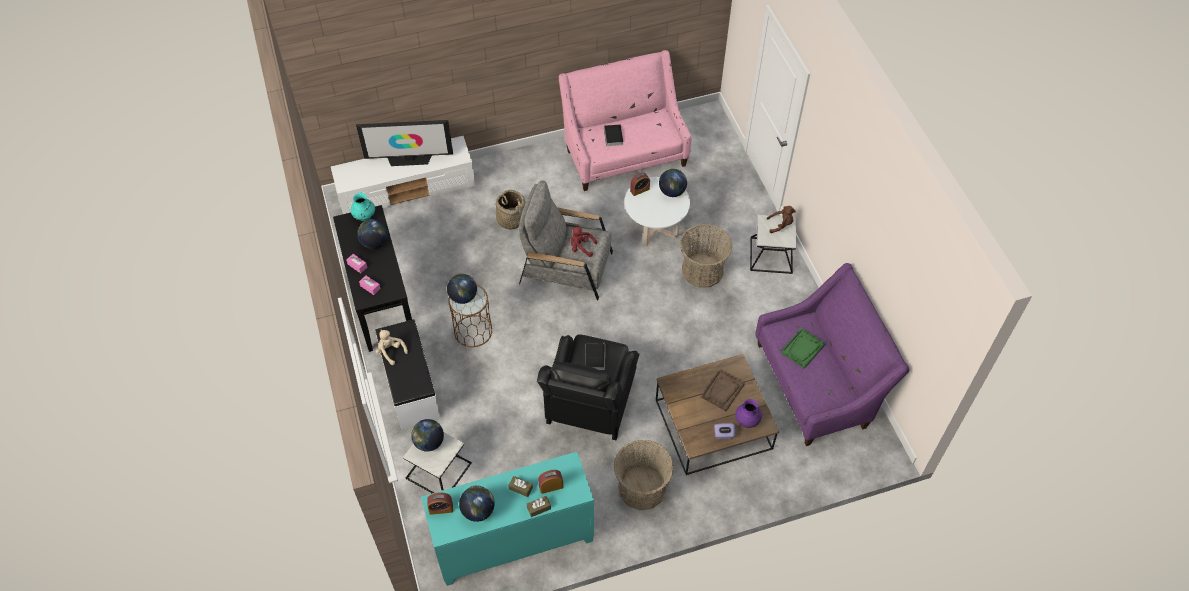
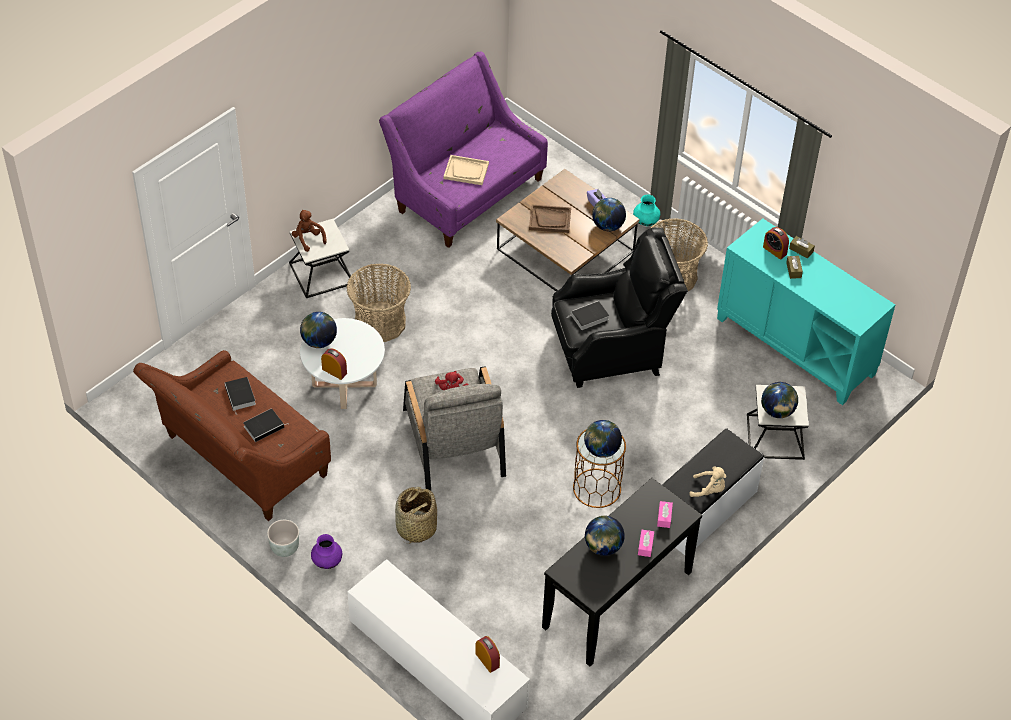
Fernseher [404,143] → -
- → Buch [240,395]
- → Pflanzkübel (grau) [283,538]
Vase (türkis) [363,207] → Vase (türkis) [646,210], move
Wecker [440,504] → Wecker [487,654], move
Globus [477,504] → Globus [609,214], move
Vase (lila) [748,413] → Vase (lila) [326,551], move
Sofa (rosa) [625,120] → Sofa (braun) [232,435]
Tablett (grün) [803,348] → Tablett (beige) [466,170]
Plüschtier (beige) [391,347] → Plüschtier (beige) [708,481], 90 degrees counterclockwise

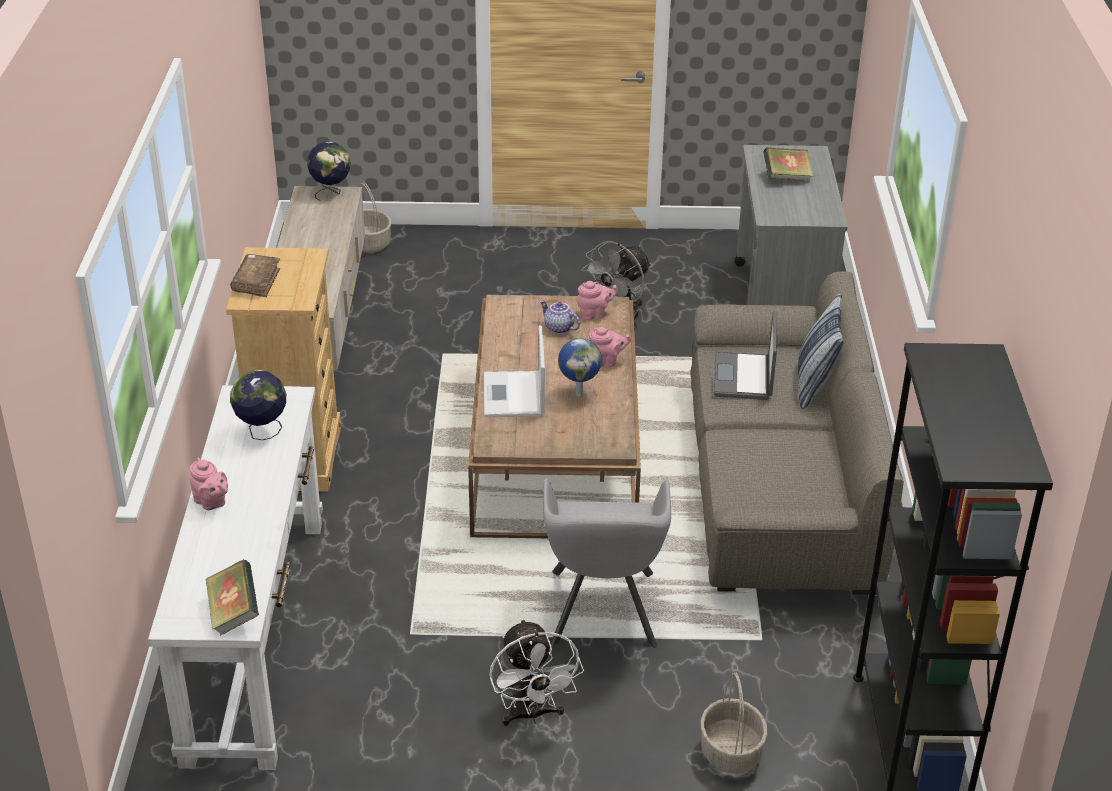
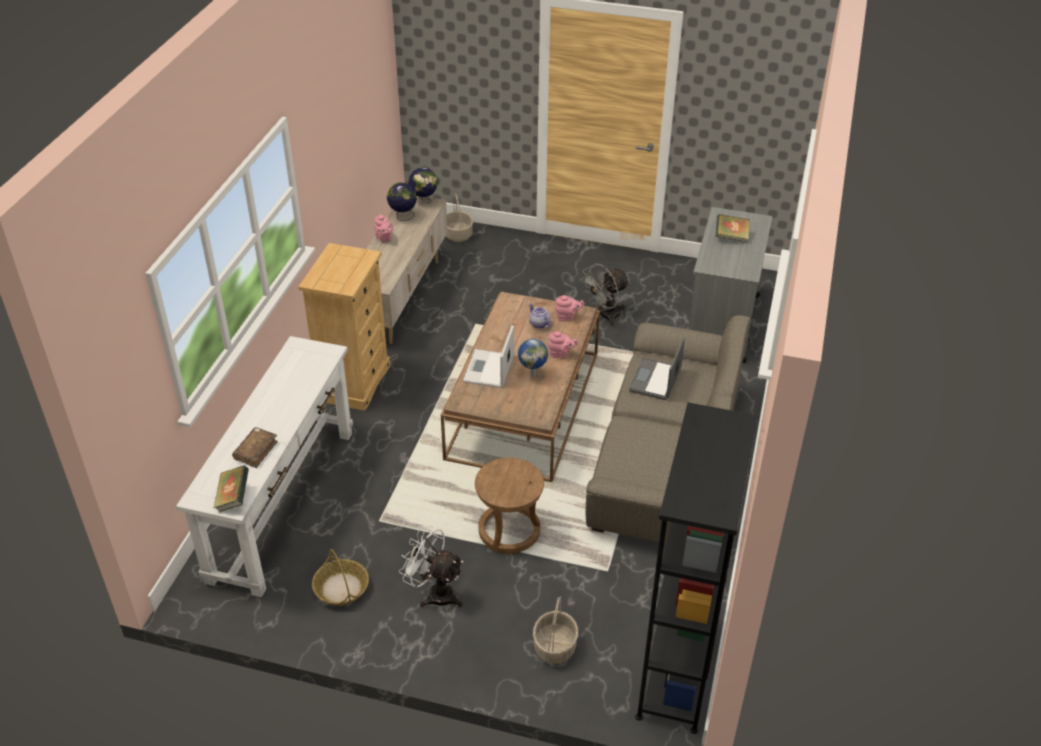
Kissen [821,350] → -
- → Korb [340,577]
Teekanne (rosa) [209,484] → Teekanne (rosa) [383,228], move
Buch (braun) [255,275] → Buch (braun) [255,447], move
Globus [258,405] → Globus [402,201], move
Sessel (grau) [607,563] → Hocker (braun) [509,505]
Ventilator (weiß) [536,672] → Ventilator (weiß) [431,566], 120 degrees clockwise

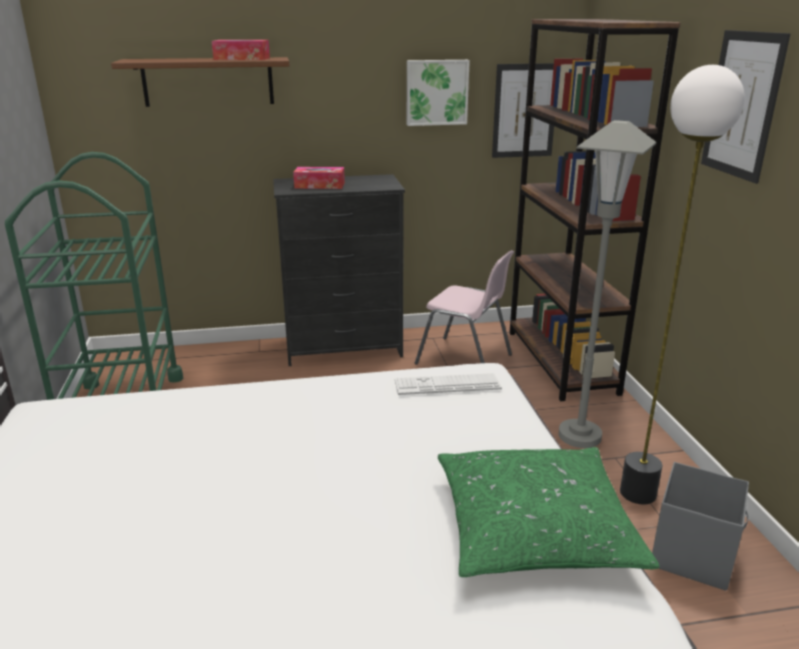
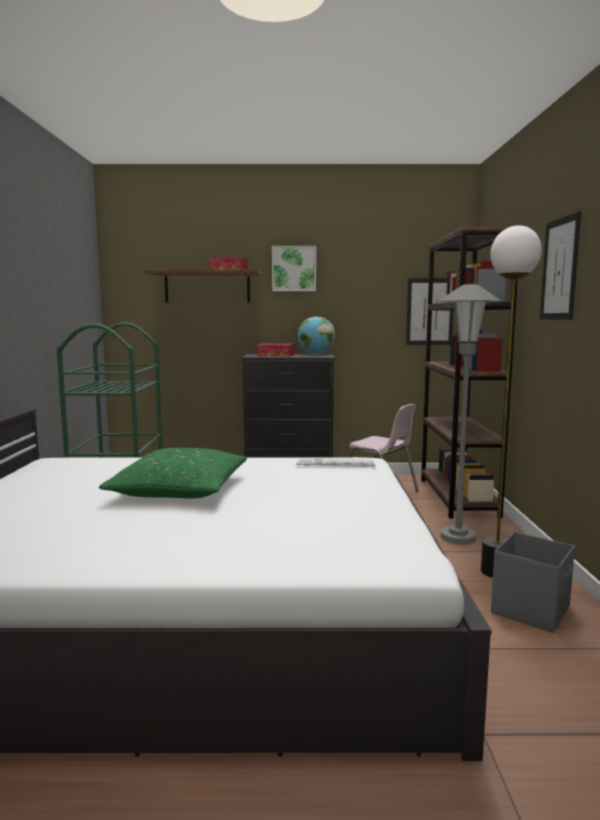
- → Globus [316,336]
Bild [438,93] → Bild [294,268], move
Kissen (grün) [549,512] → Kissen (grün) [173,473], move

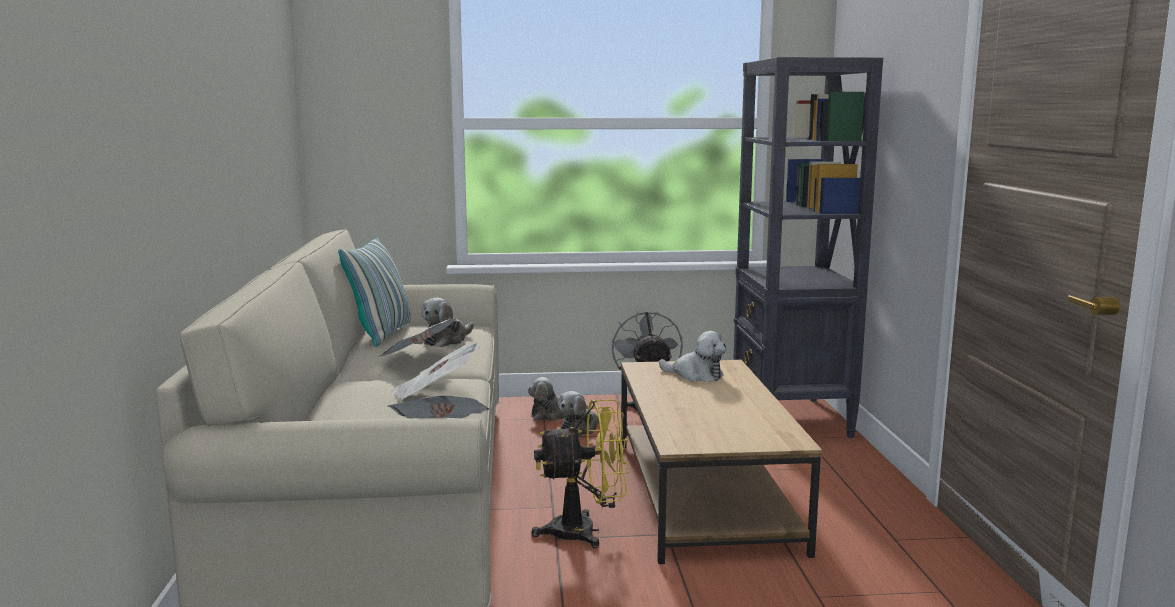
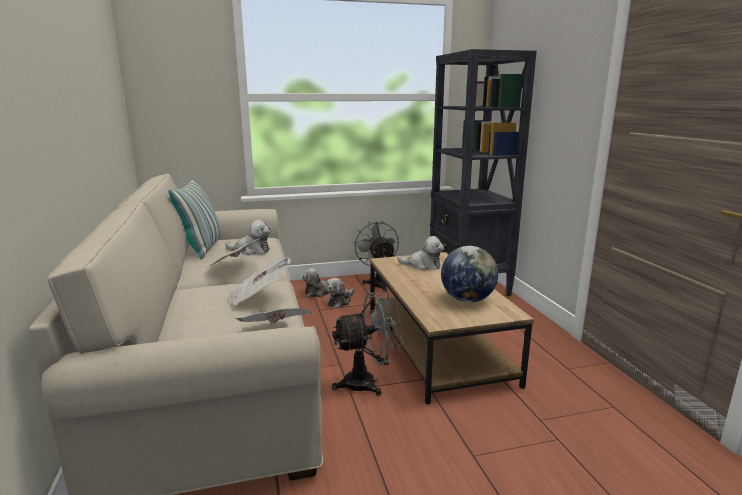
- → Globus [469,274]
Ventilator (gelb) [580,474] → Ventilator (grau) [368,343]
Plüschtier [447,322] → Plüschtier [248,237], 105 degrees counterclockwise

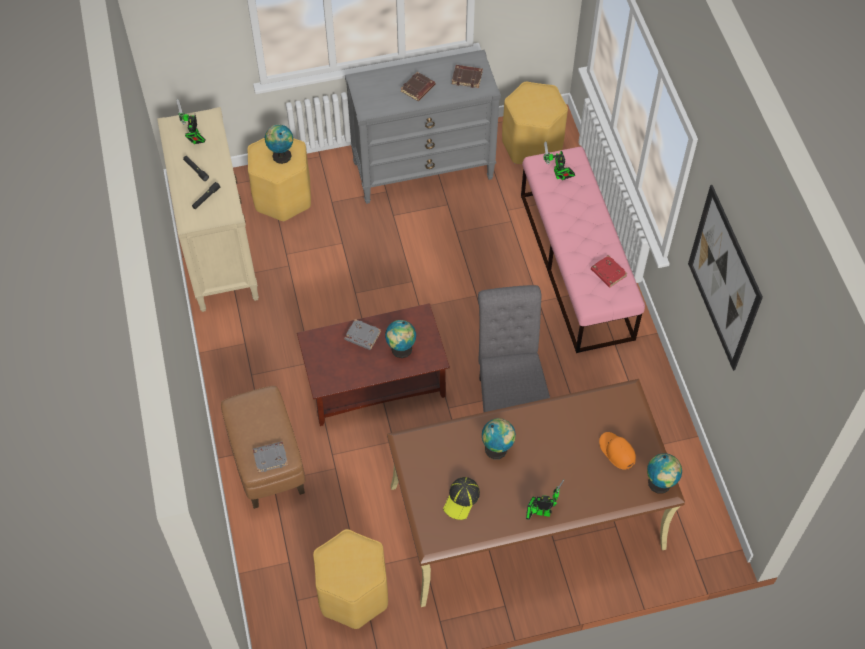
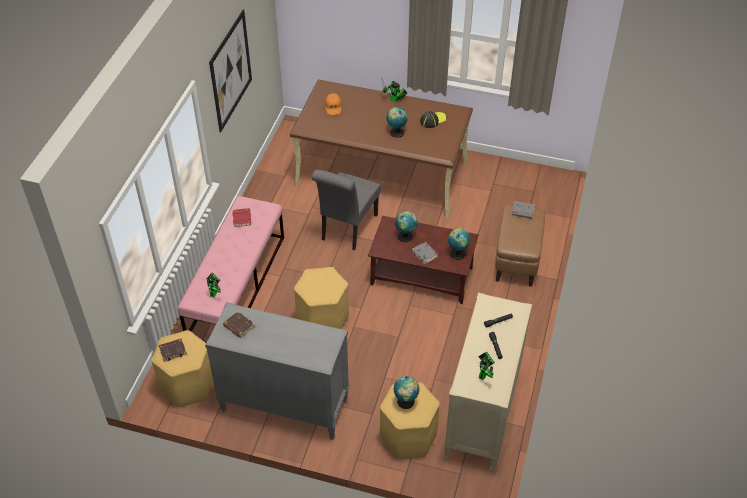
Hocker (gelb) [350,579] → Hocker (gelb) [321,298], move
Buch (braun) [417,86] → Buch (braun) [173,350], move
Globus [664,473] → Globus [459,244], move

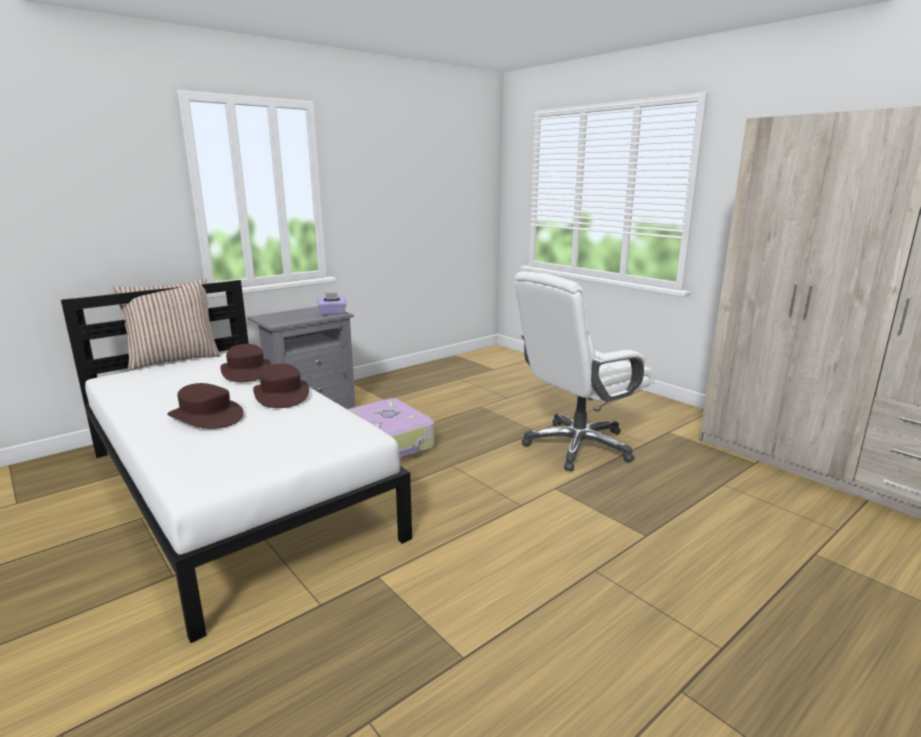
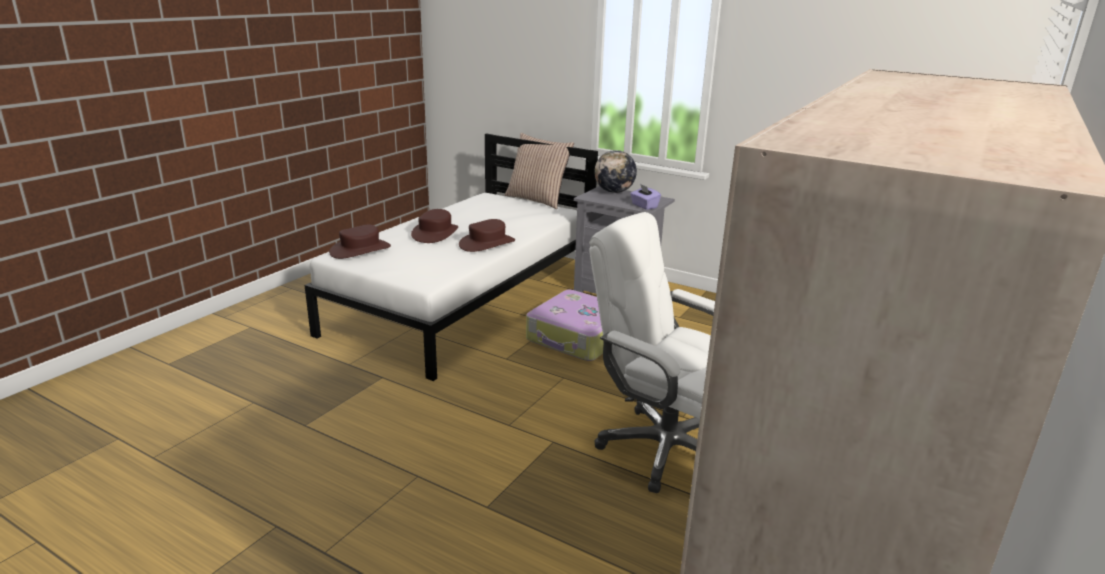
- → Globus [615,171]
Hut (braun) [246,363] → Hut (braun) [360,242], move

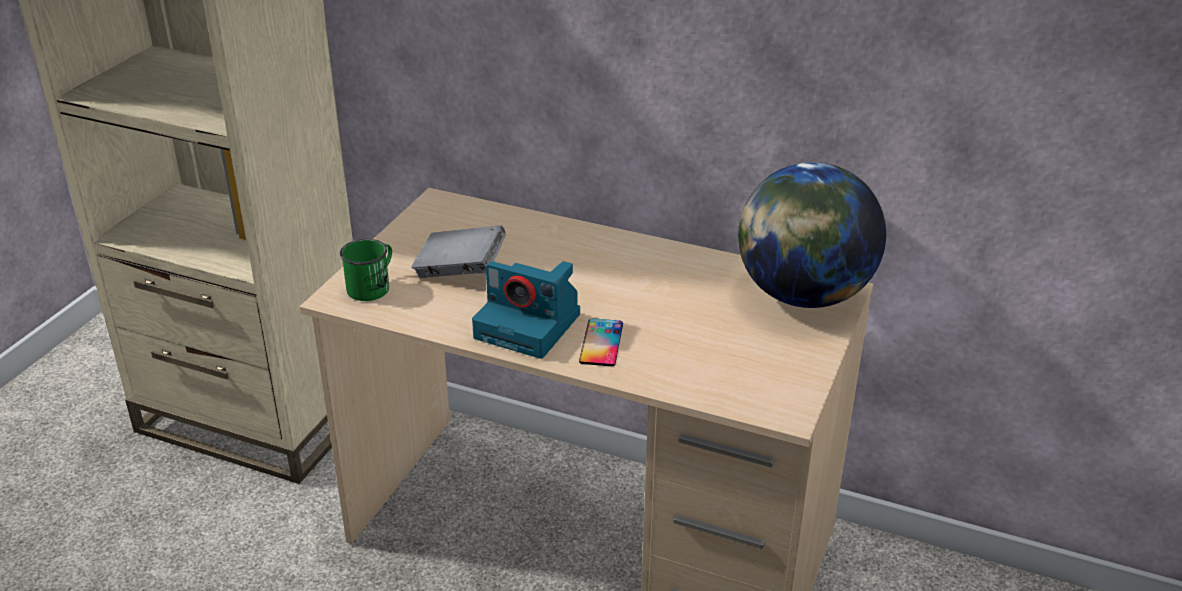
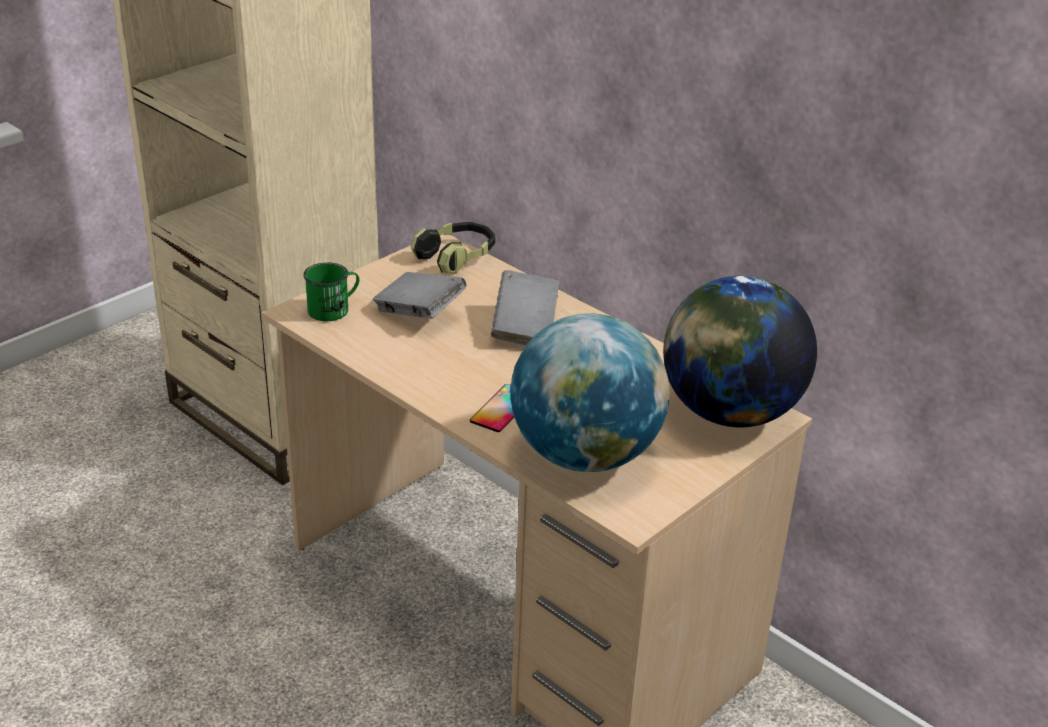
Kamera [526,310] → -
- → Kopfhörer [453,248]
- → Buch (grau) [525,307]
- → Globus [590,392]

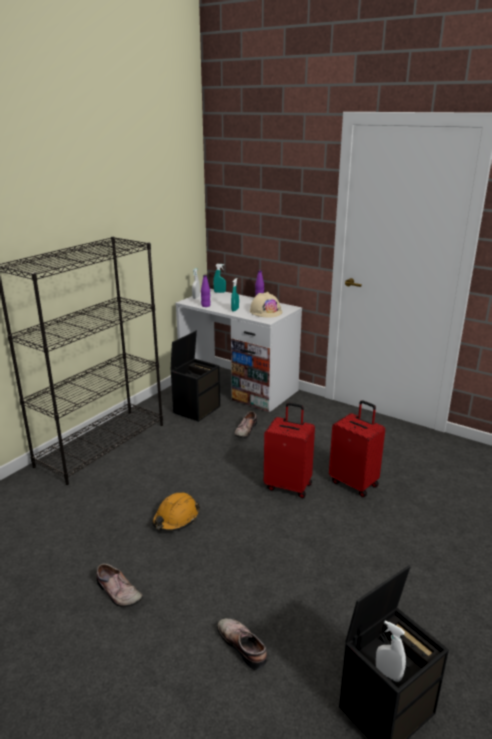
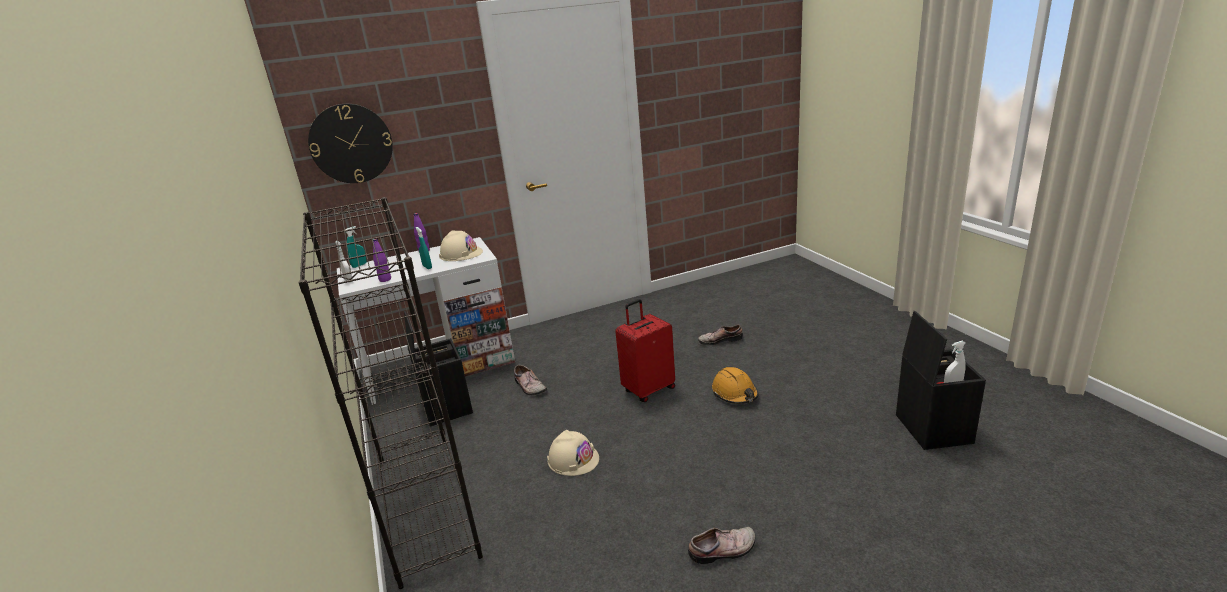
Koffer (rot) [357,448] → -
- → Wanduhr [350,143]
- → Schutzhelm (beige) [573,453]
Schutzhelm (orange) [176,511] → Schutzhelm (orange) [735,385], move
Schuh [242,644] → Schuh [720,334], move

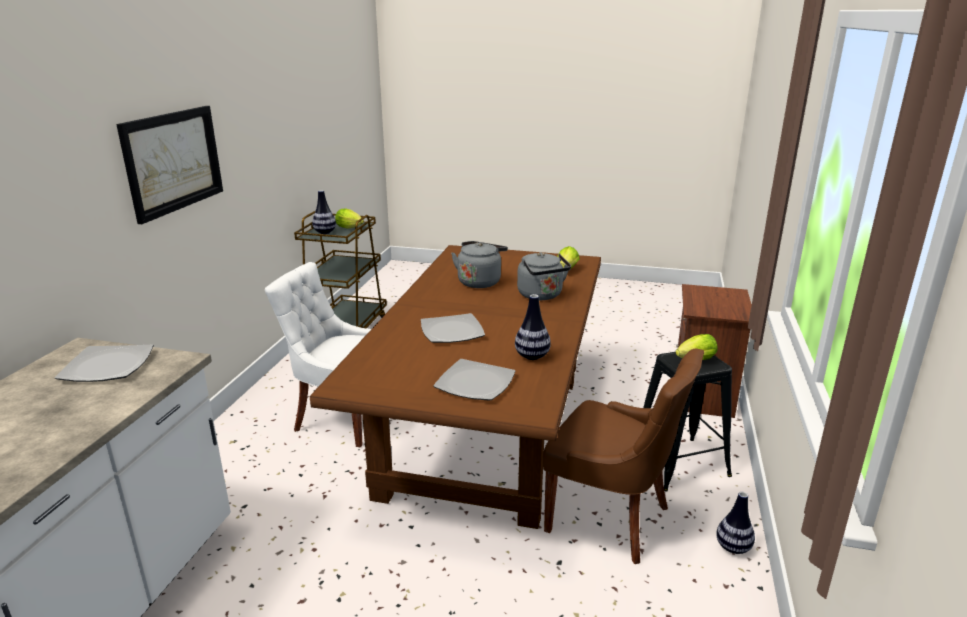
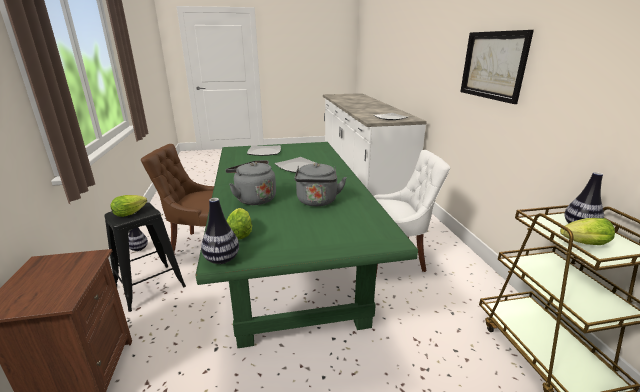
Vase [533,327] → Vase [220,231], move
Esstisch (braun) [455,387] → Esstisch (grün) [307,245]

